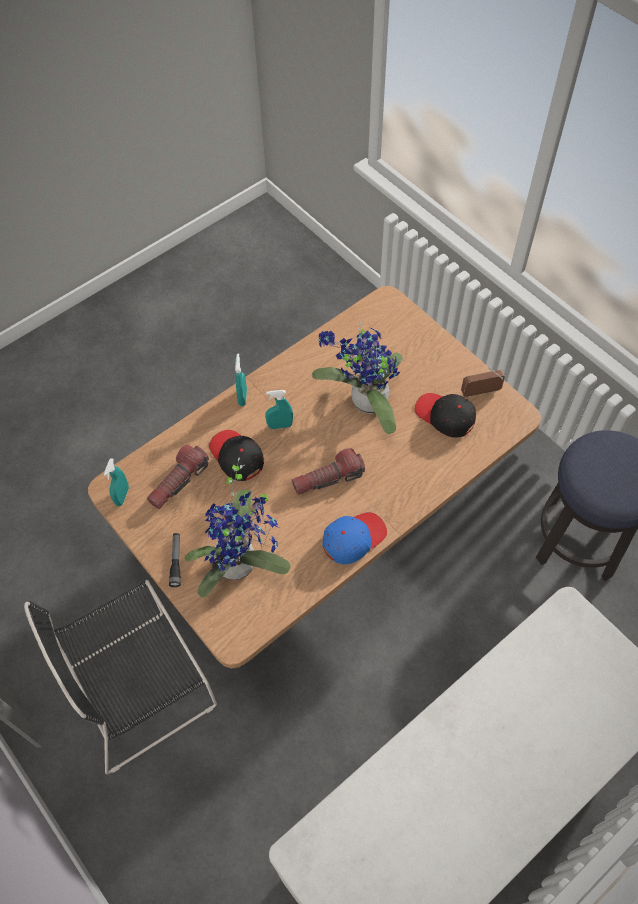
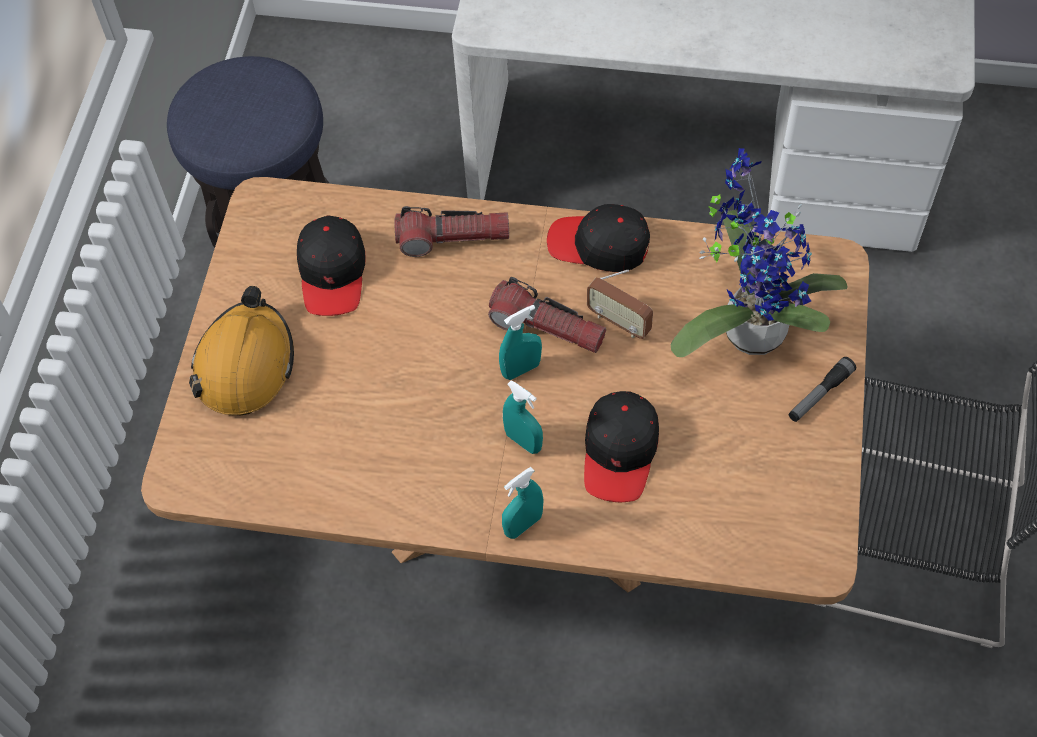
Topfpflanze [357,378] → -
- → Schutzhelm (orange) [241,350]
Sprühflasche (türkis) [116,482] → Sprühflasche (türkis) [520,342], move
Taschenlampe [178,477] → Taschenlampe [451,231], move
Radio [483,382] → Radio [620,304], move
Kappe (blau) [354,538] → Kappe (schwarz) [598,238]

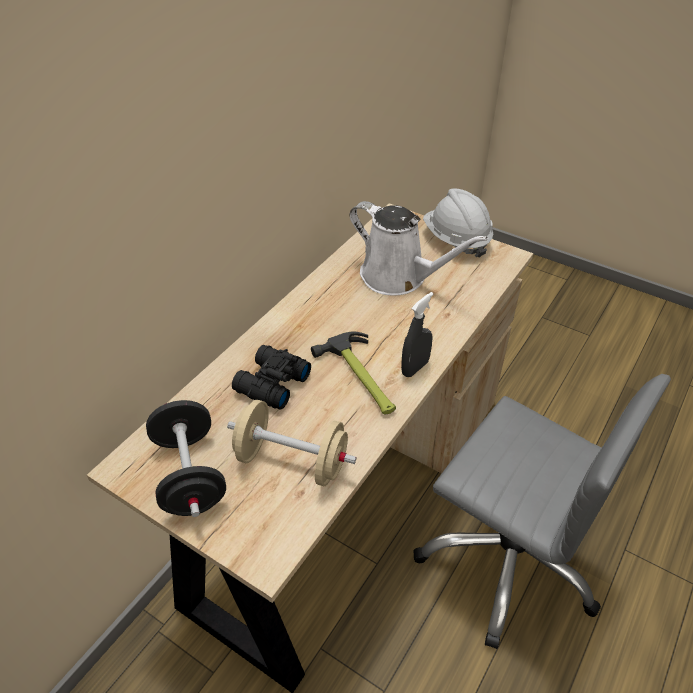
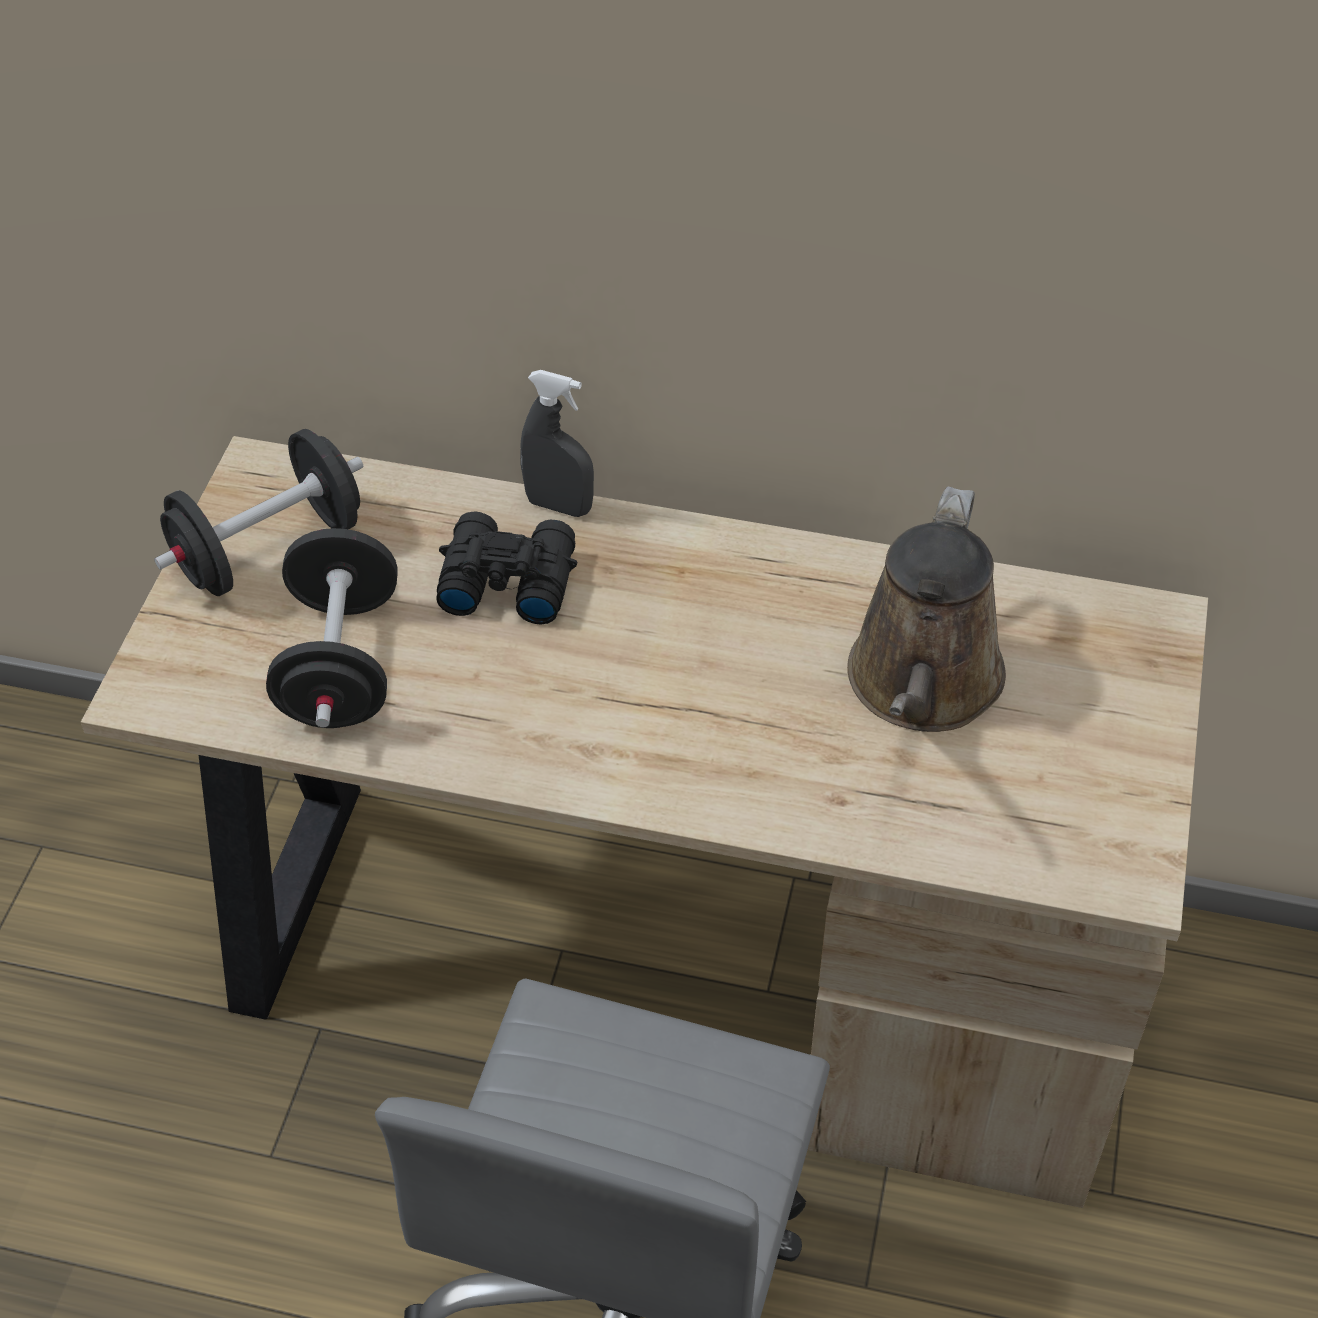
Hammer [353,373] → -
Schutzhelm (weiß) [458,223] → -
Sprühflasche (grau) [417,334] → Sprühflasche (grau) [557,443], move
Hantel (beige) [291,443] → Hantel (schwarz) [331,628]
Gießkanne (weiß) [418,248] → Gießkanne (braun) [926,609]

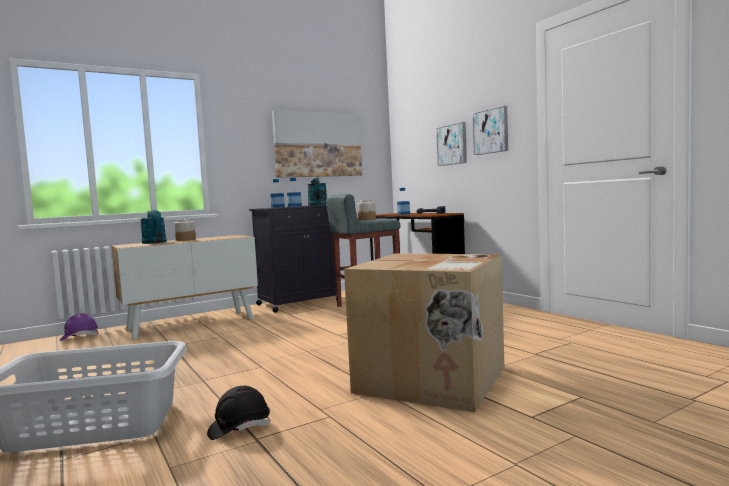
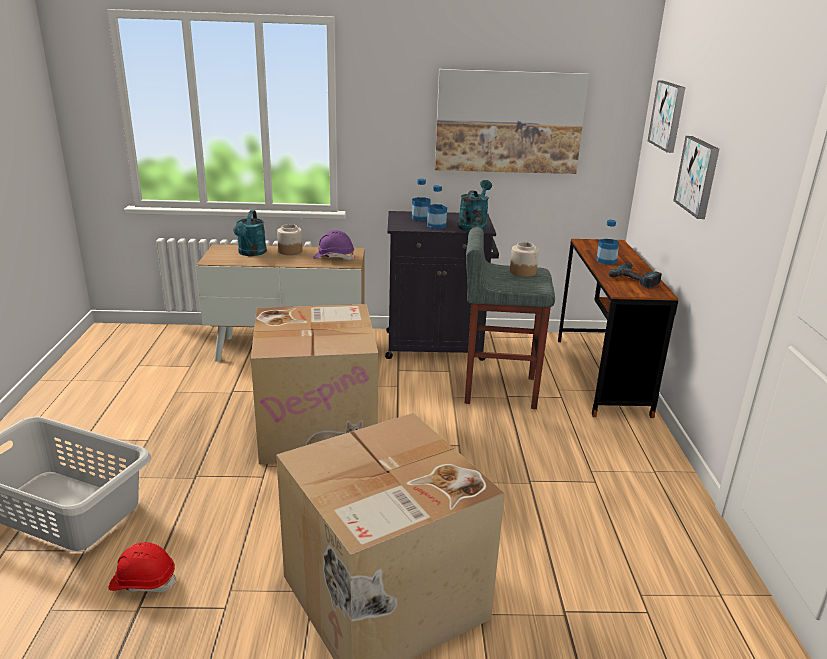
- → Karton [314,384]
Schutzhelm (lila) [79,327] → Schutzhelm (lila) [334,245], move
Bild [490,130] → Bild [667,117], move
Schutzhelm (schwarz) [239,413] → Schutzhelm (rot) [142,567]

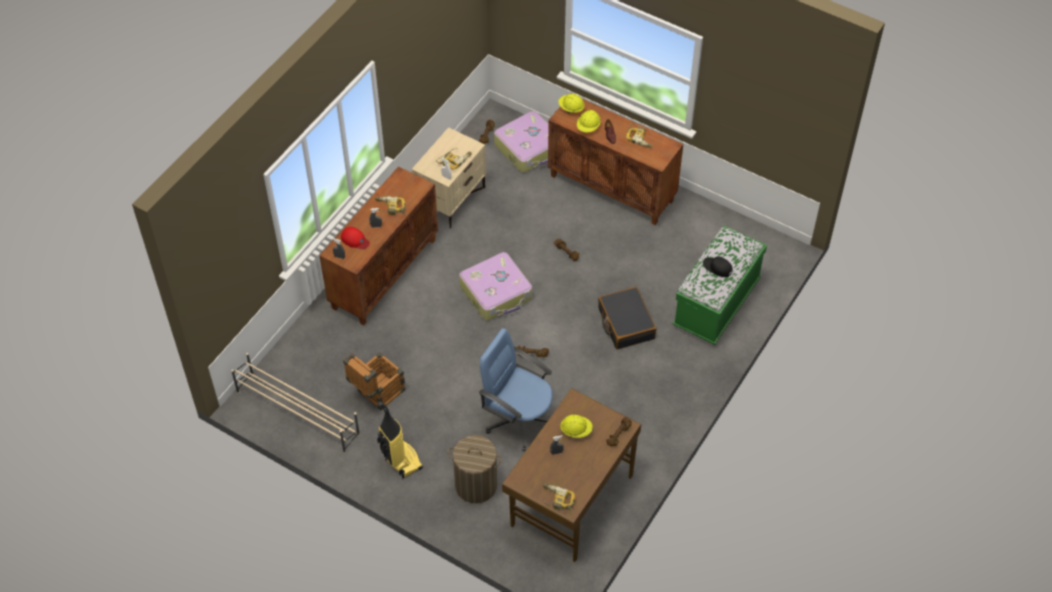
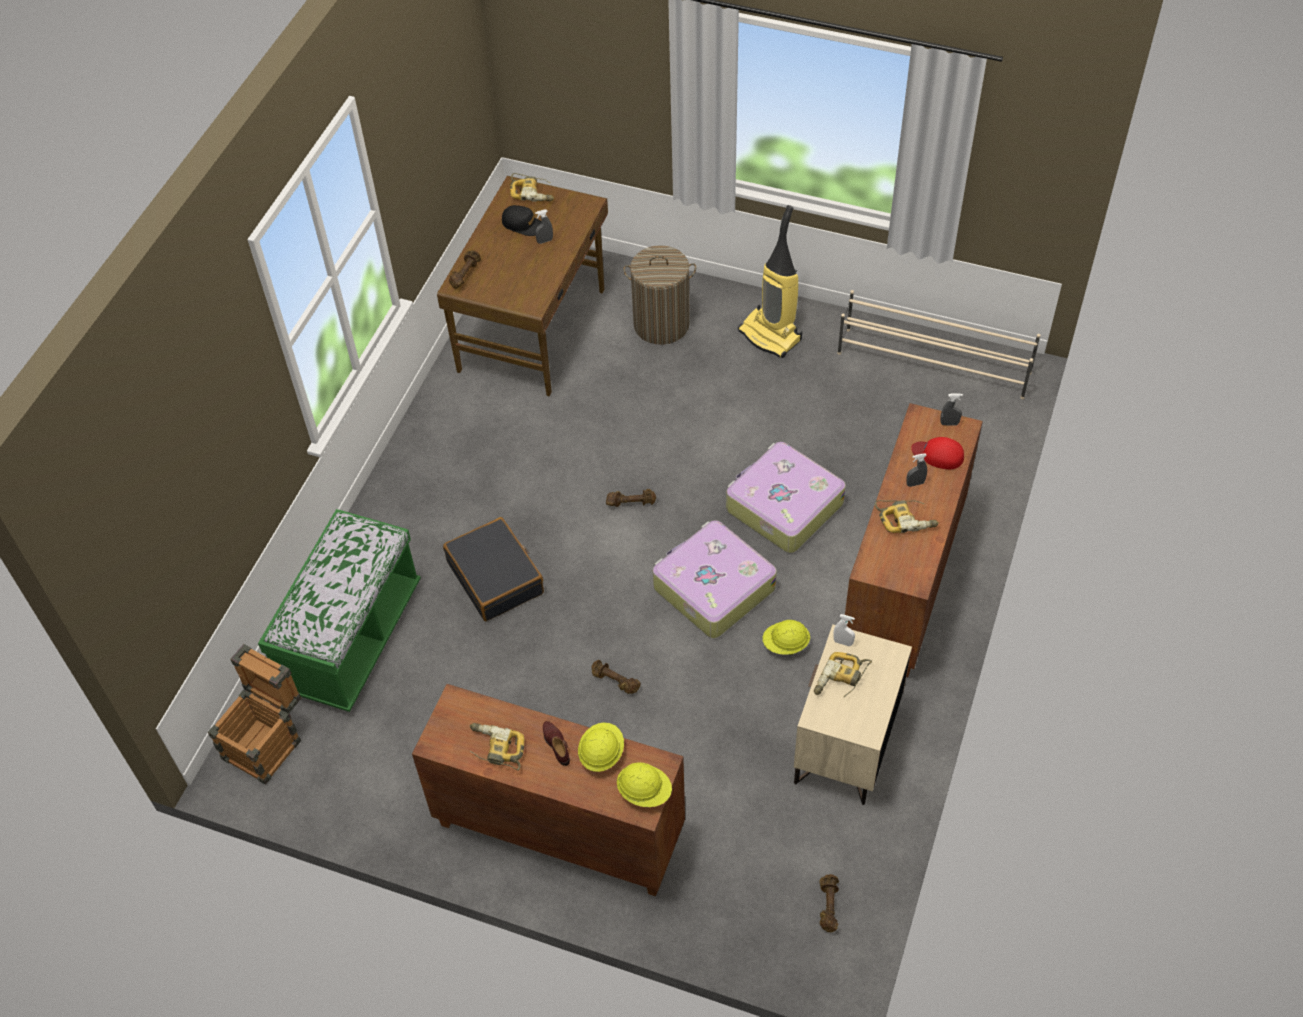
Bürostuhl (blau) [516,389] → -
Kiste [374,381] → Kiste [254,714], move
Koffer [521,142] → Koffer [786,497], move
Schutzhelm (gelb) [576,426] → Schutzhelm (gelb) [786,637], move
Kappe (schwarz) [718,266] → Kappe (schwarz) [522,220], move

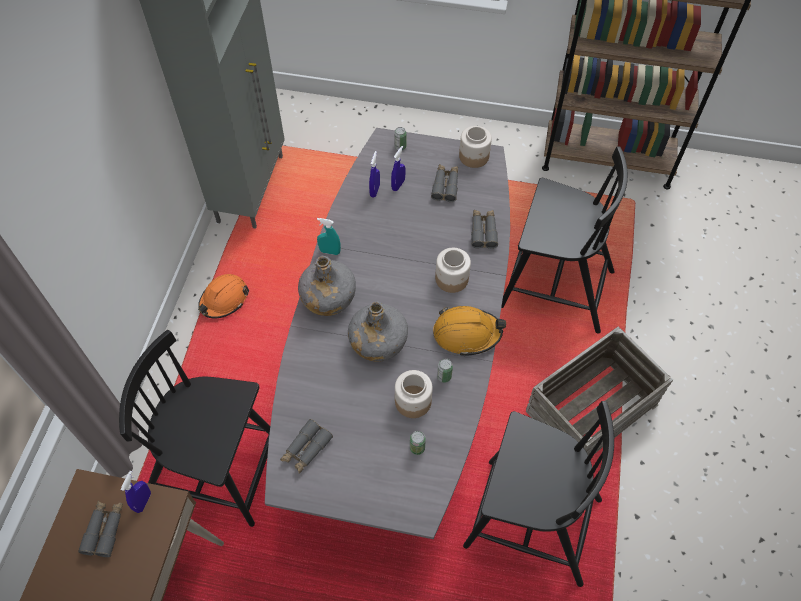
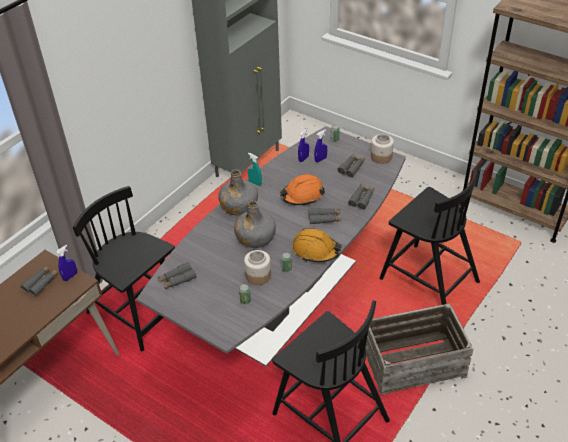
Schutzhelm (orange) [223,296] → Schutzhelm (orange) [302,189], move
Vorratsglas [453,270] → Fernglas (grau) [325,216]

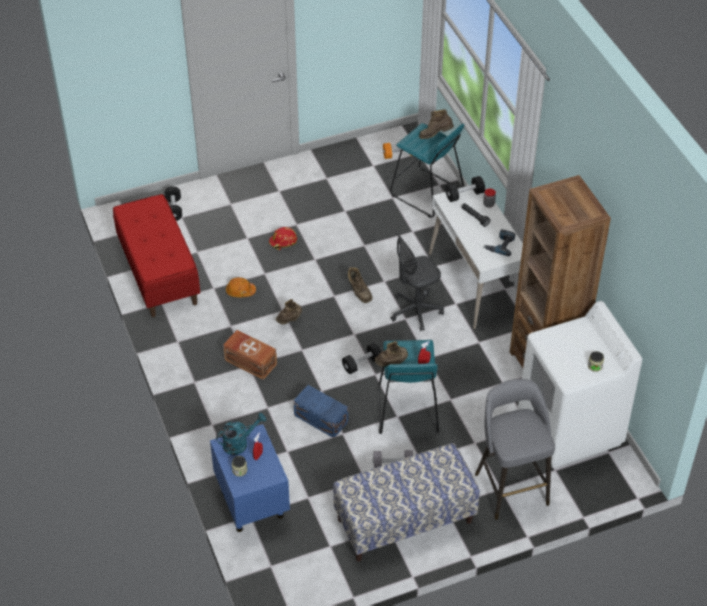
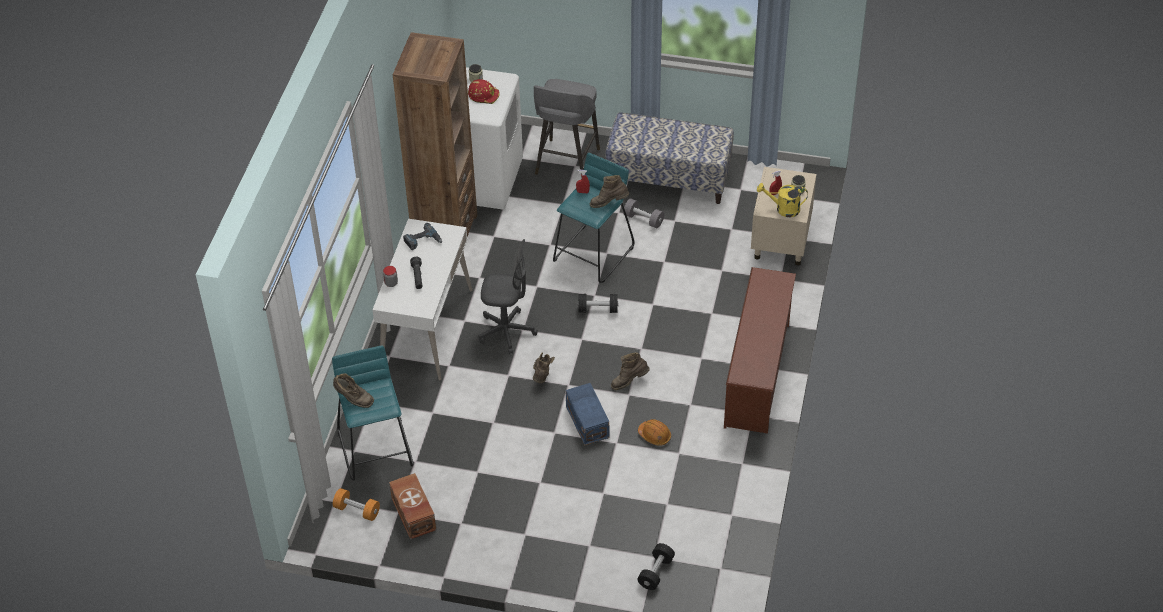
Bank (rot) [156,255] → -
Hantel (schwarz) [465,189] → -
- → Schuhregal (braun) [760,350]
Aufbewahrungsbox (braun) [250,355] → Aufbewahrungsbox (braun) [412,506], move
Schutzhelm (rot) [283,238] → Schutzhelm (rot) [483,91], move
Aufbewahrungsbox (blau) [320,411] → Aufbewahrungsbox (blau) [587,414], move
Nachttisch (blau) [250,478] → Nachttisch (beige) [784,216]
Gießkanne (türkis) [241,434] → Gießkanne (gelb) [782,200]

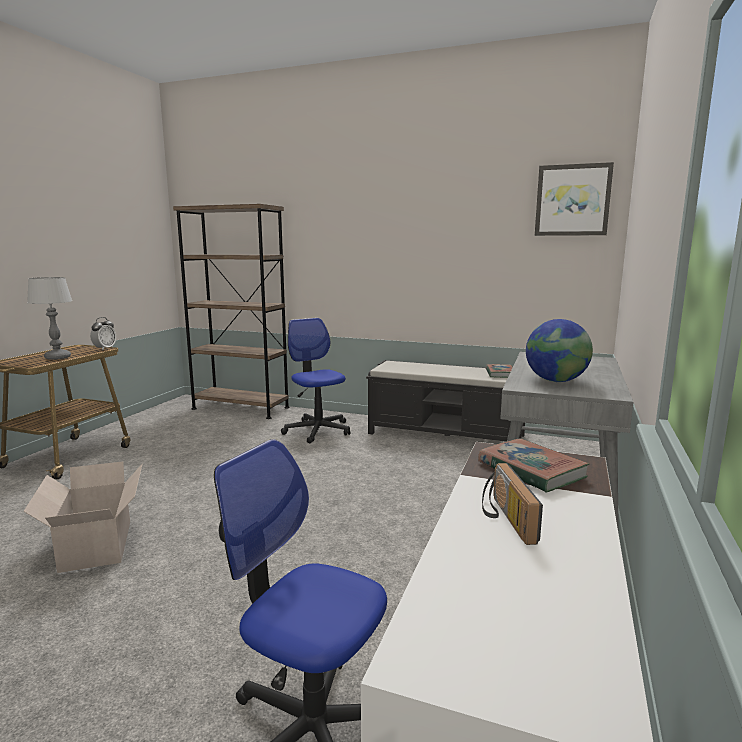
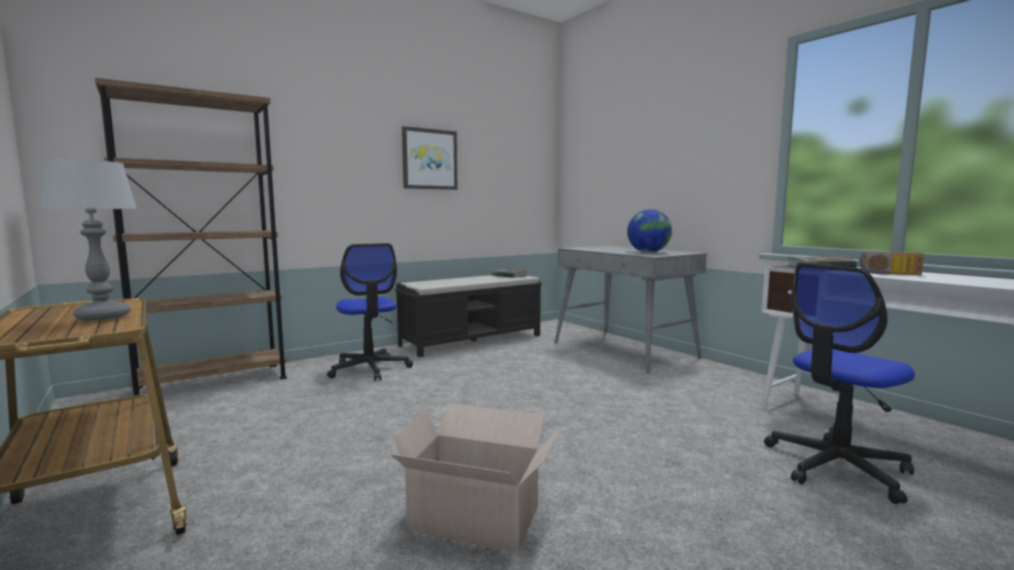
Wecker [103,333] → -
Bild [574,199] → Bild [430,158], move
Bürostuhl [315,380] → Bürostuhl [370,312], 120 degrees counterclockwise

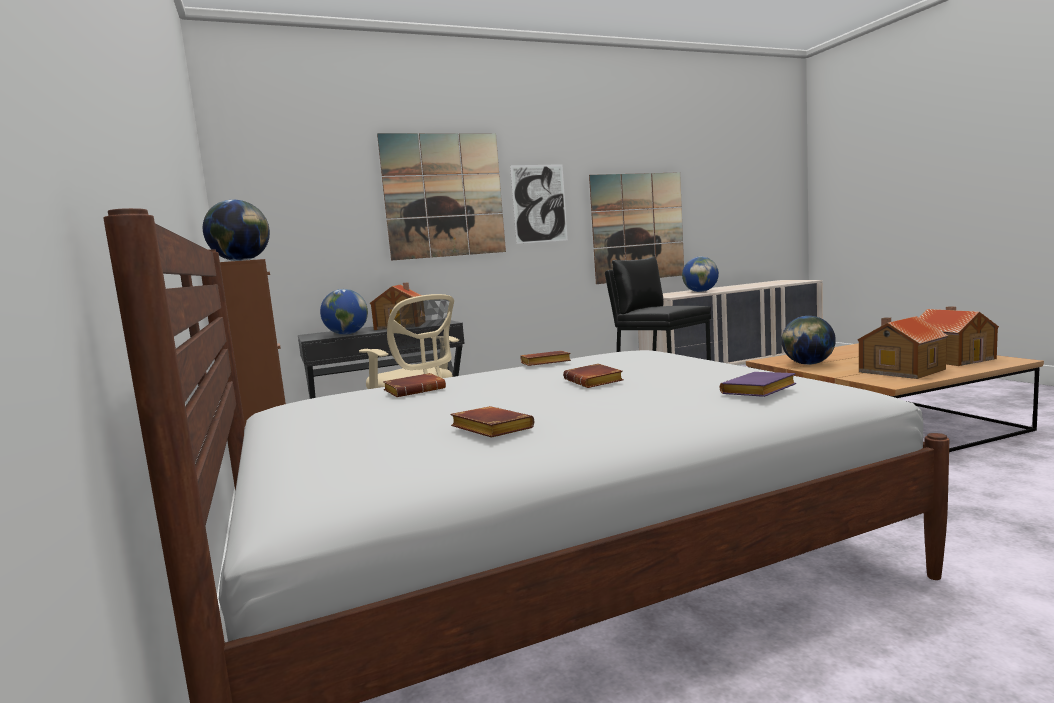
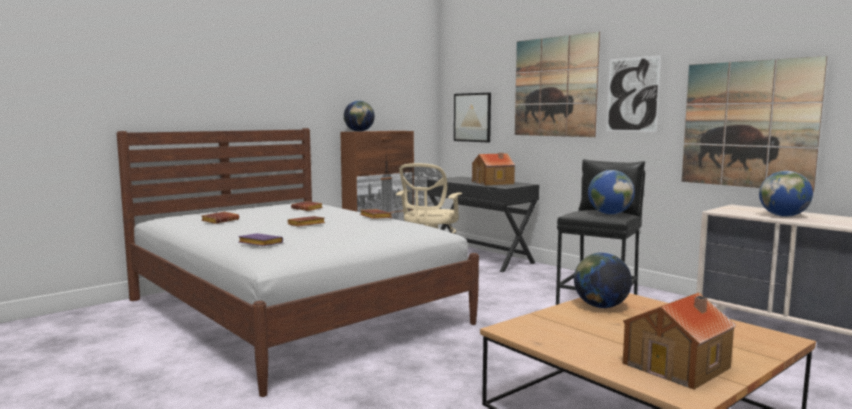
Spielzeughaus [902,347] → -
- → Bild [472,117]
Globus [344,312] → Globus [611,192], move

